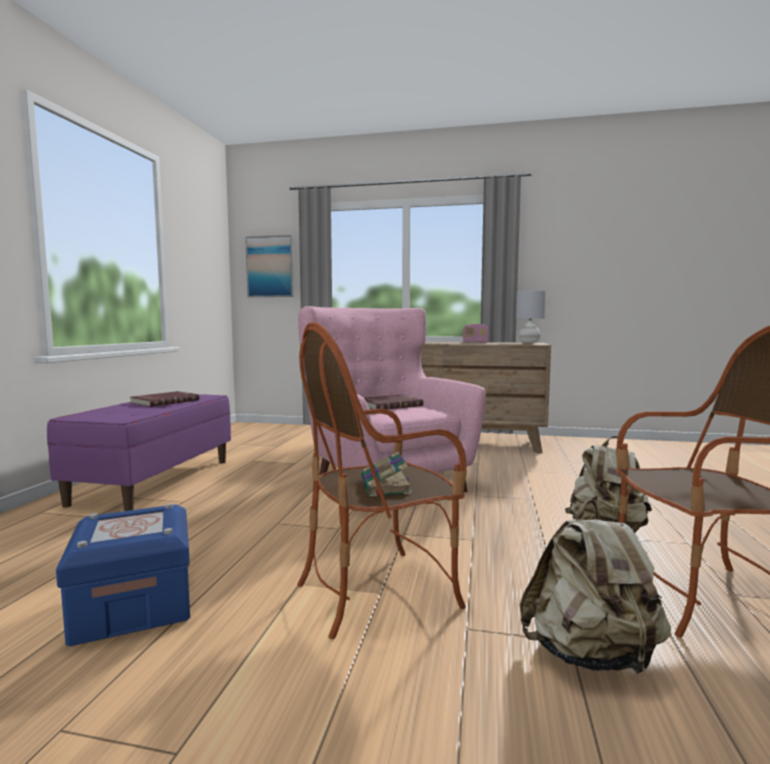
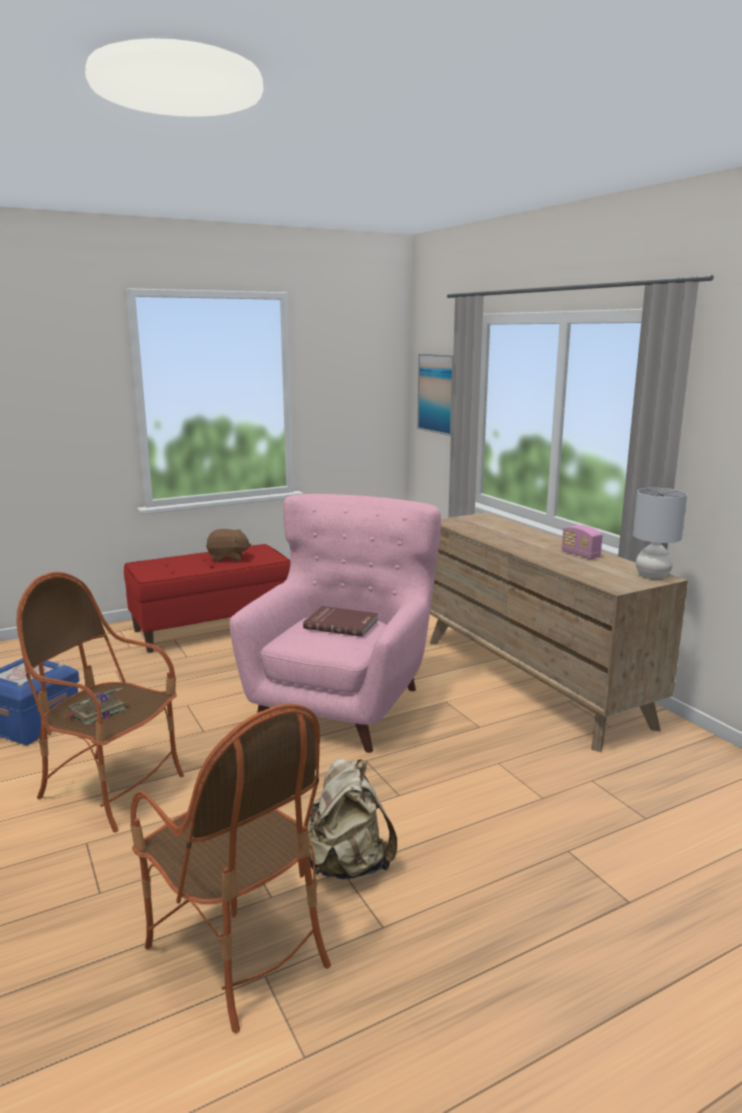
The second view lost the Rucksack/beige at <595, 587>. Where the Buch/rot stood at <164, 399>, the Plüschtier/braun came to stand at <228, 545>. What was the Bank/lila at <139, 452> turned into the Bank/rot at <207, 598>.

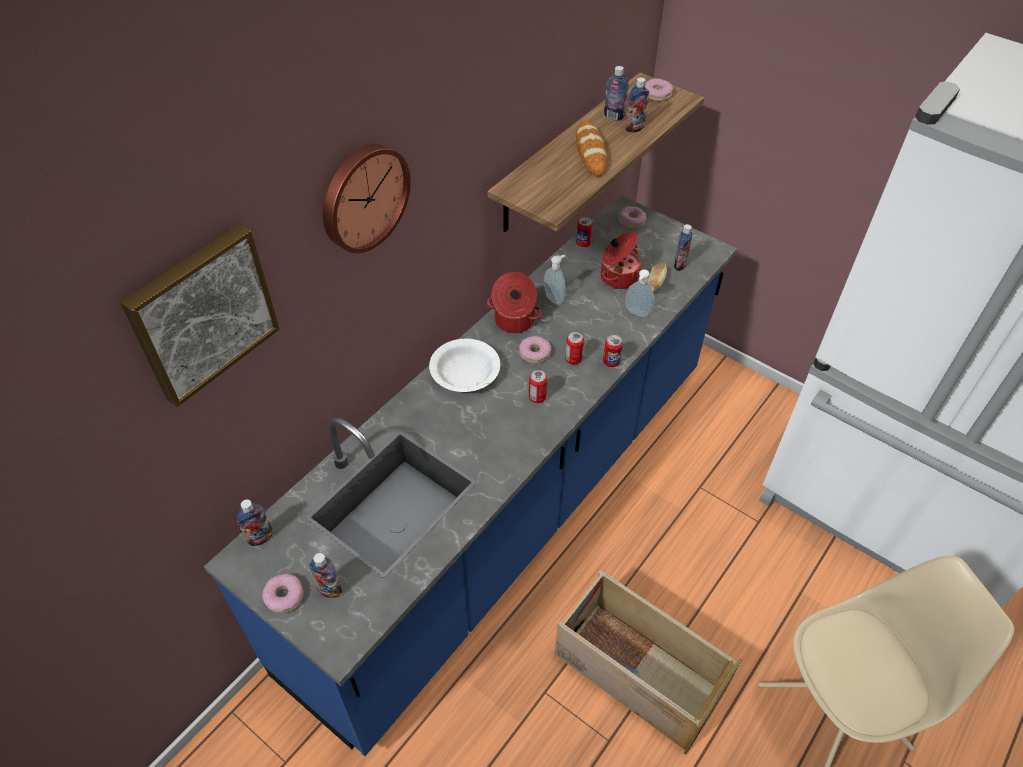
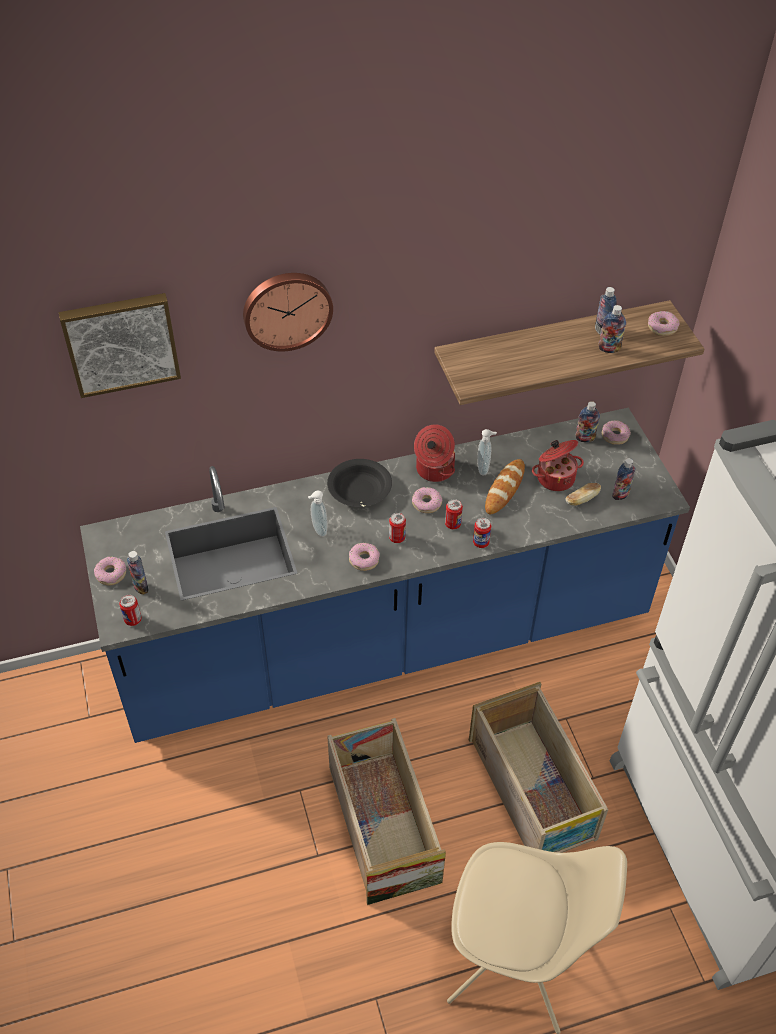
The second view gained the Donut at <364, 557>. The second view gained the Kiste at <538, 767>. The Flasche ended up elsewhere, having gone from <254, 522> to <587, 421>. The Brot ended up elsewhere, having gone from <591, 148> to <505, 486>. The Dose ended up elsewhere, having gone from <584, 232> to <130, 610>. The Seifenspender ended up elsewhere, having gone from <640, 293> to <318, 513>. What was the Schüssel/weiß at <464, 365> turned into the Schüssel/schwarz at <359, 483>.

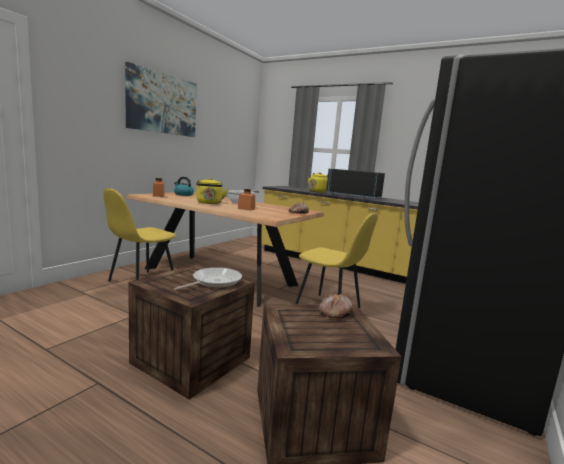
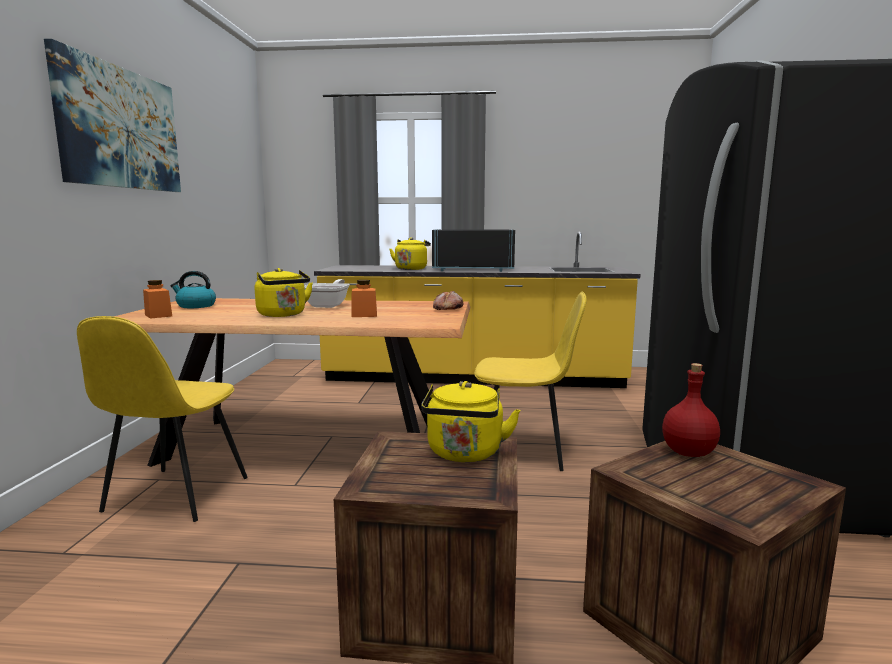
Where the Pfanne stood at <208, 278>, the Wasserkessel/gelb came to stand at <470, 421>. Where the Brot stood at <336, 305>, the Flasche/rot came to stand at <691, 410>.

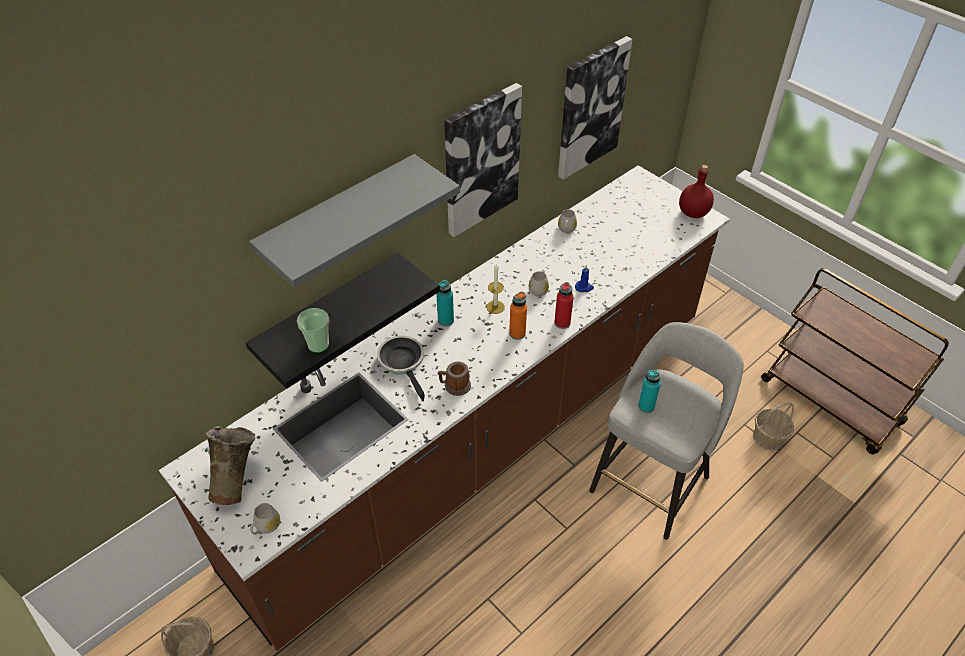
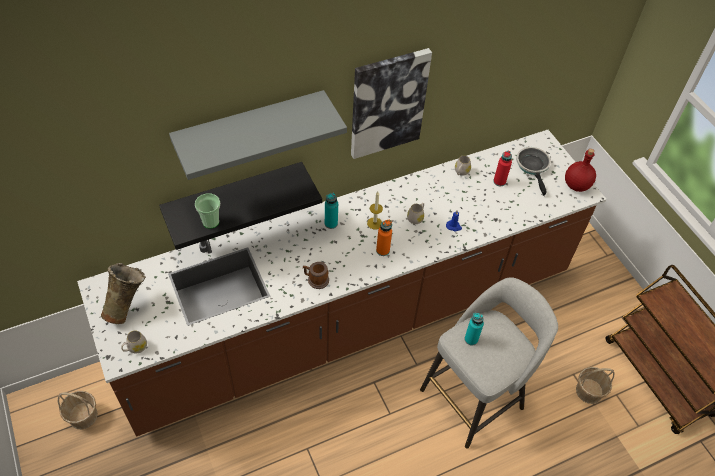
The second view lost the Bild at <595, 108>. The Pfanne ended up elsewhere, having gone from <401, 368> to <533, 171>. The Flasche/rot ended up elsewhere, having gone from <564, 305> to <502, 168>.

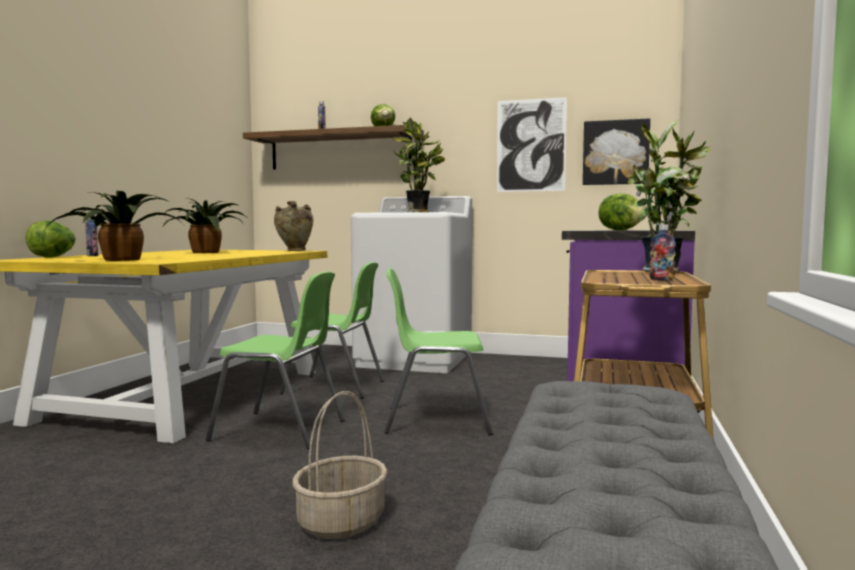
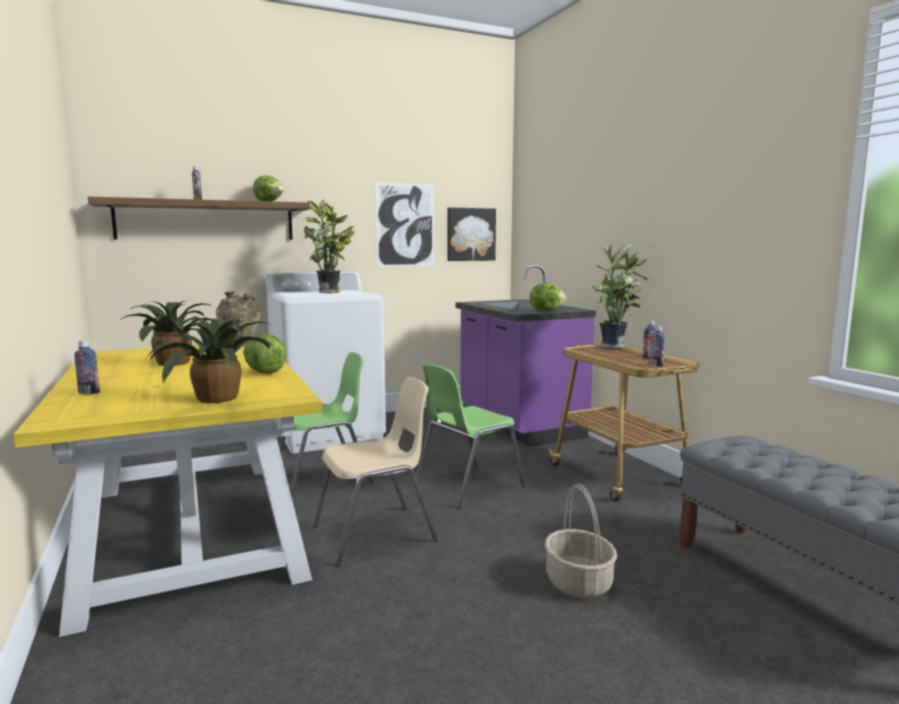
The second view gained the Flasche at <657, 346>. The Salatkopf ended up elsewhere, having gone from <50, 239> to <264, 354>. What was the Stuhl/grün at <275, 360> turned into the Stuhl/beige at <375, 471>.

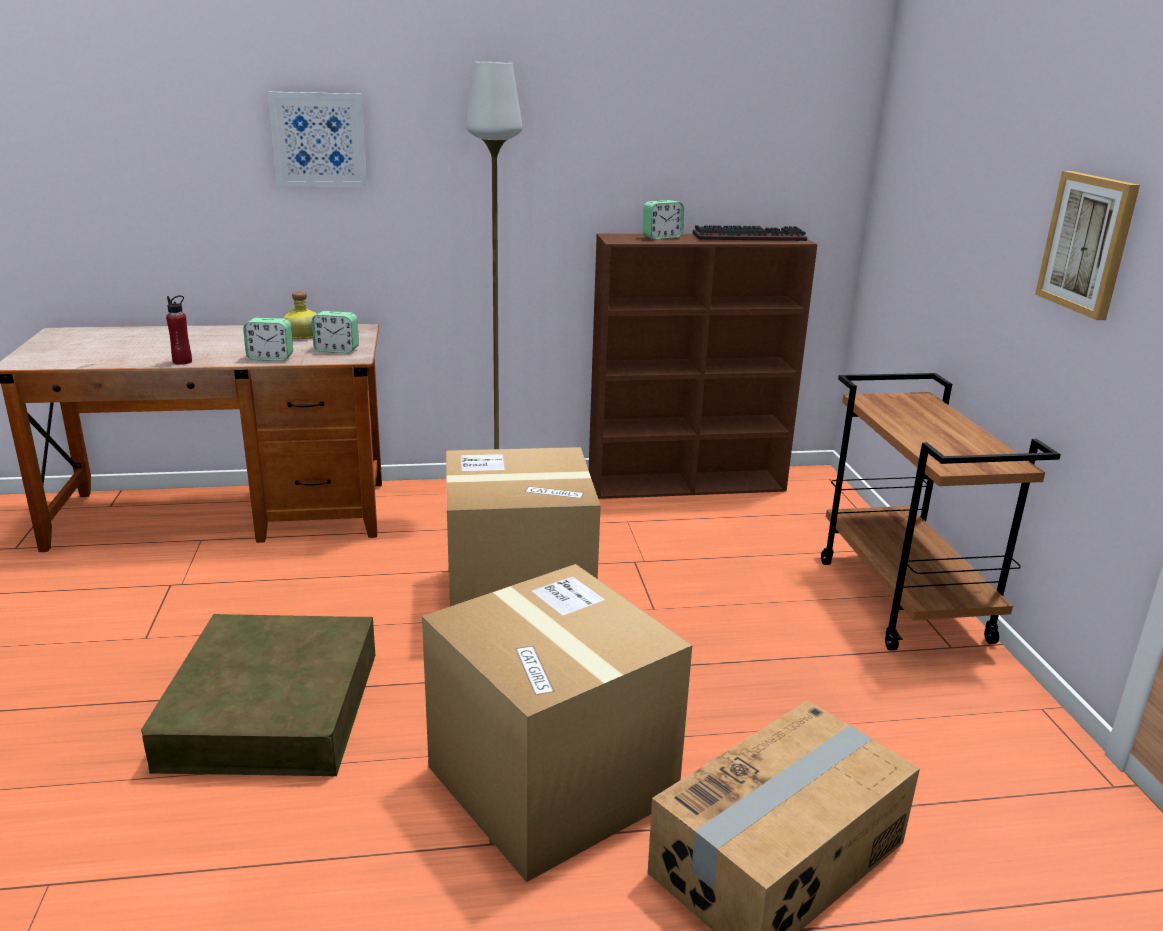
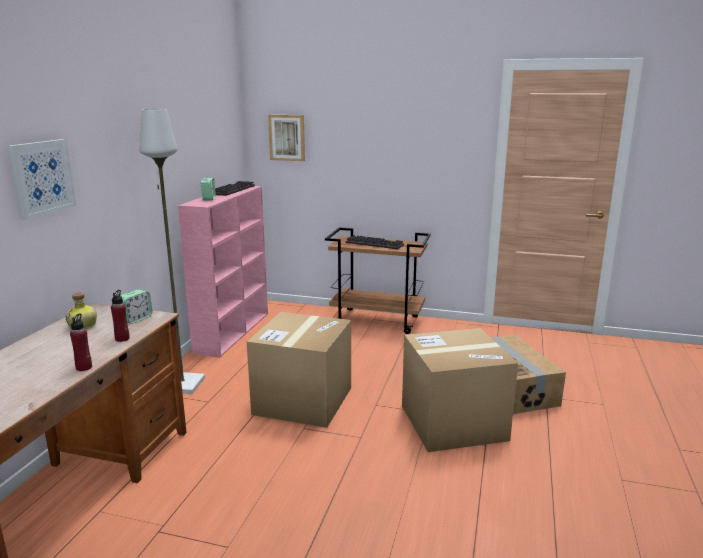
The second view lost the Aufbewahrungsbox/braun at <258, 695>. The second view gained the Tastatur at <375, 242>. The Bild ended up elsewhere, having gone from <1087, 245> to <286, 138>. Where the Wecker stood at <268, 339>, the Flasche/rot came to stand at <120, 316>. What was the Bücherregal/braun at <703, 366> turned into the Bücherregal/rosa at <223, 271>.

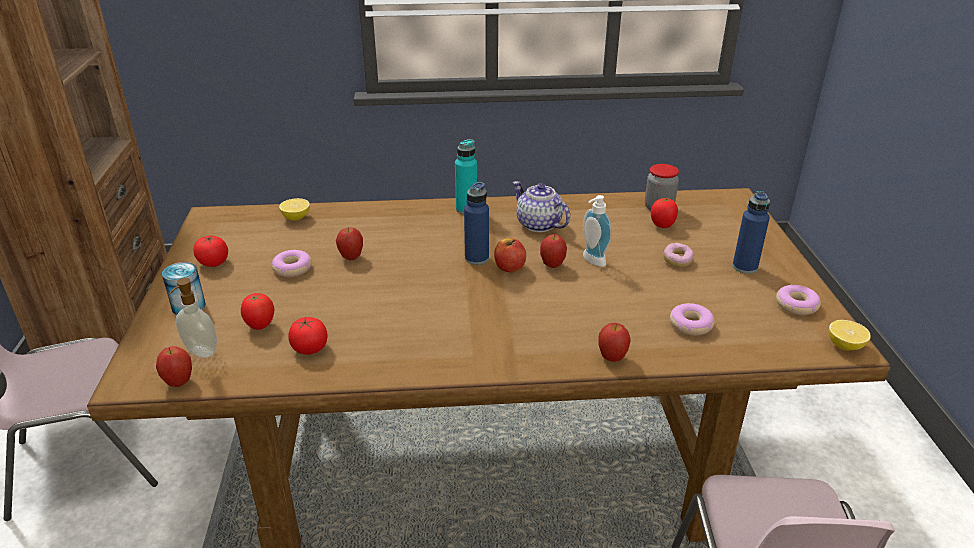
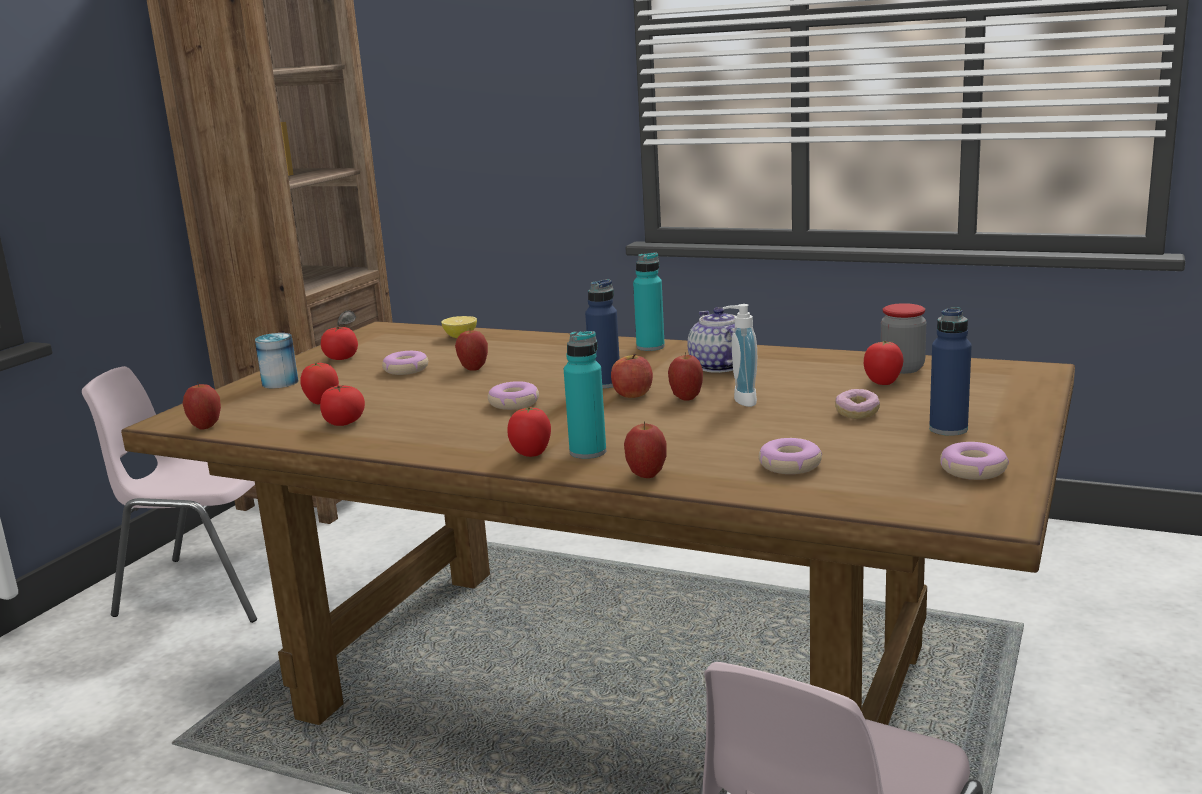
The second view lost the Seifenspender at <193, 318>. The second view lost the Zitrone at <850, 335>. The second view gained the Donut at <513, 395>. The second view gained the Tomate at <529, 432>. The second view gained the Flasche/türkis at <585, 395>.

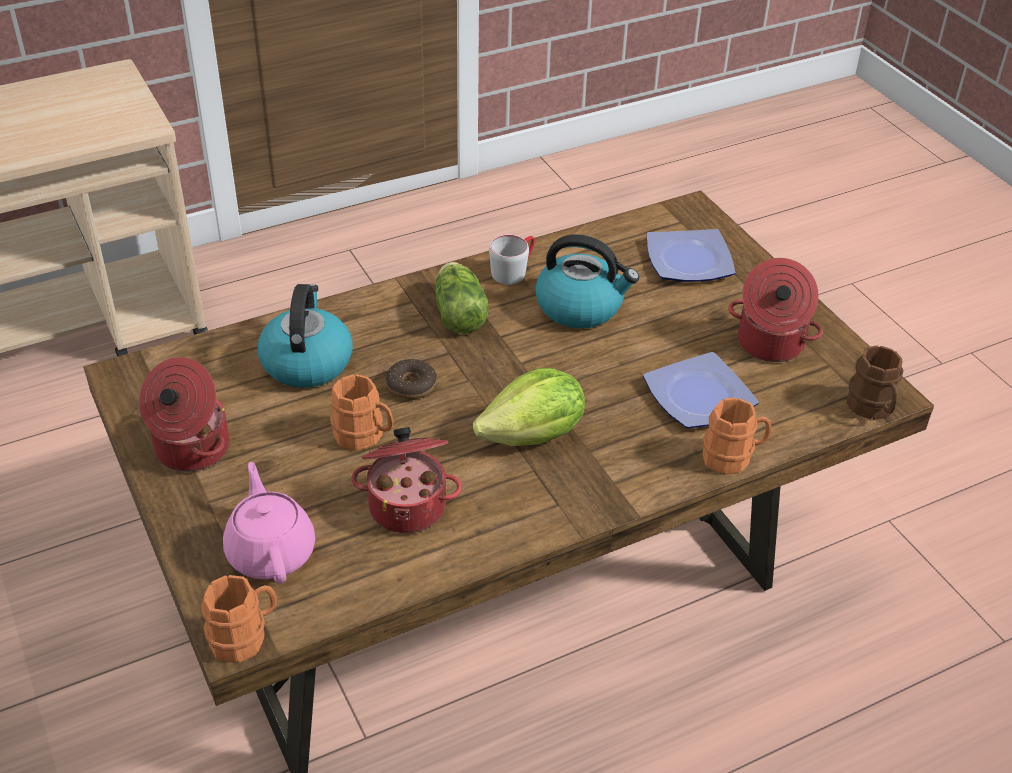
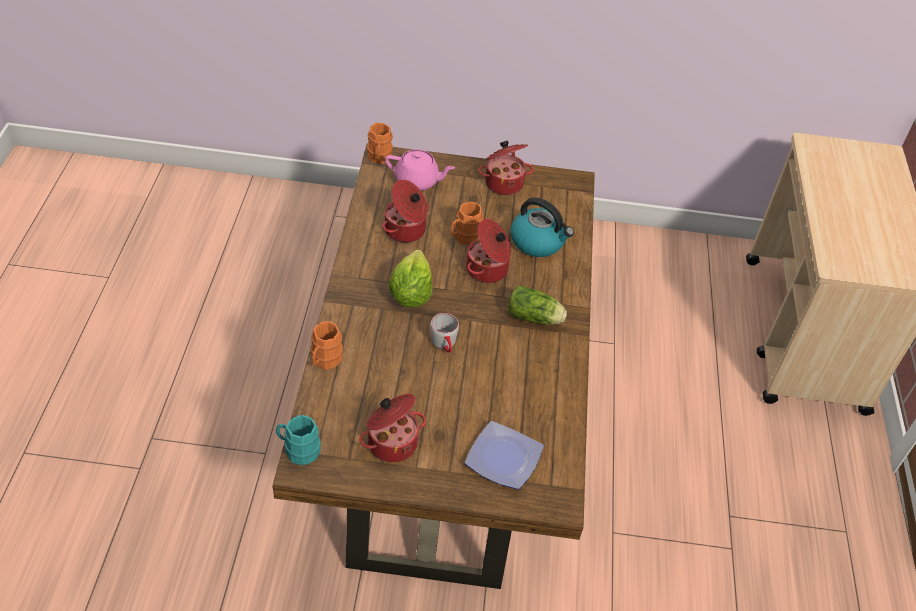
The second view lost the Wasserkessel at <587, 281>. The second view lost the Teller at <701, 390>. The Henkelbecher/grau ended up elsewhere, having gone from <512, 260> to <444, 333>. Where the Donut stood at <411, 379>, the Kochtopf came to stand at <488, 251>. What was the Henkelbecher/braun at <875, 382> turned into the Henkelbecher/türkis at <298, 440>.

